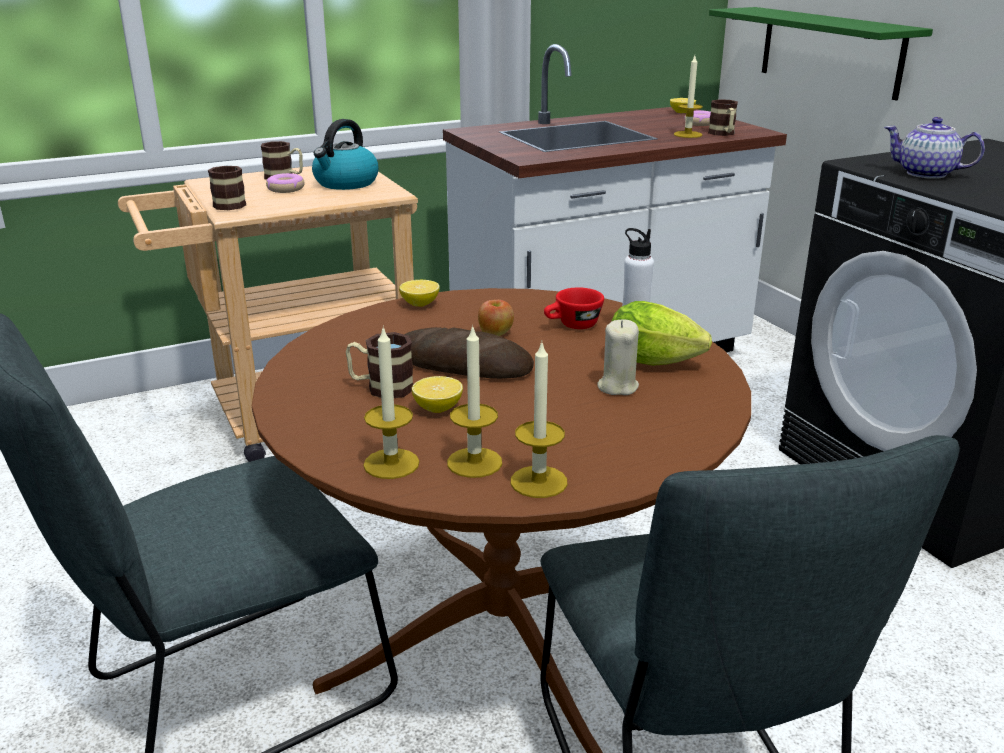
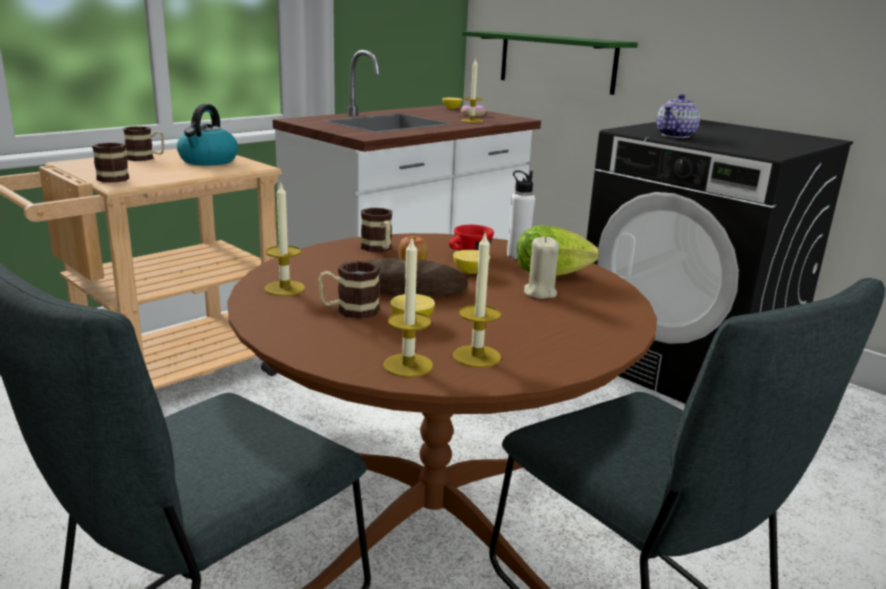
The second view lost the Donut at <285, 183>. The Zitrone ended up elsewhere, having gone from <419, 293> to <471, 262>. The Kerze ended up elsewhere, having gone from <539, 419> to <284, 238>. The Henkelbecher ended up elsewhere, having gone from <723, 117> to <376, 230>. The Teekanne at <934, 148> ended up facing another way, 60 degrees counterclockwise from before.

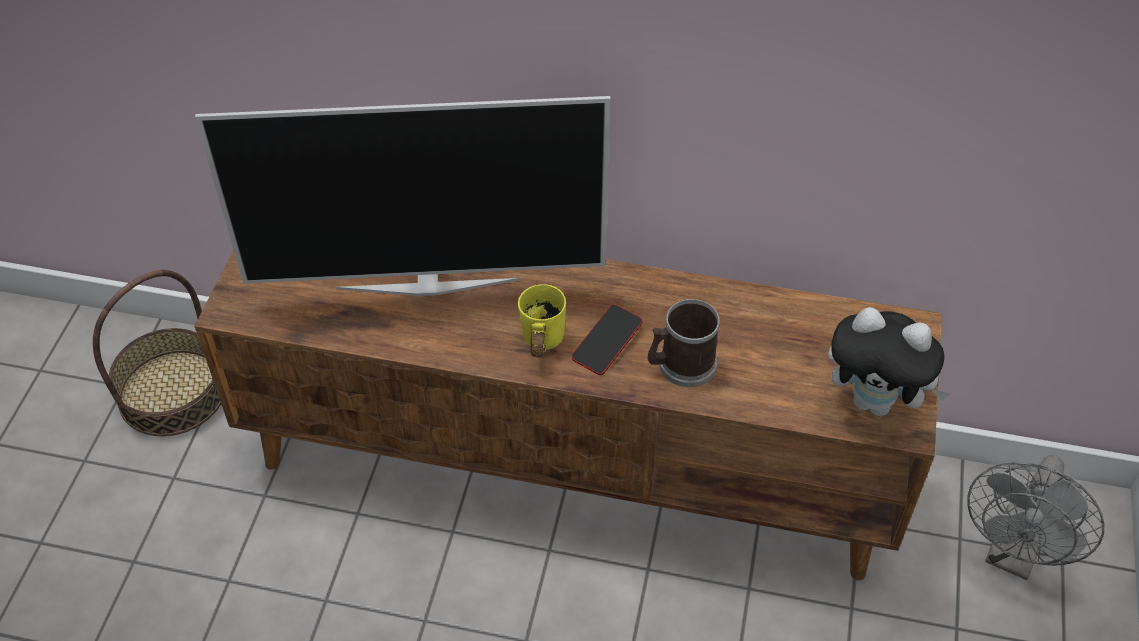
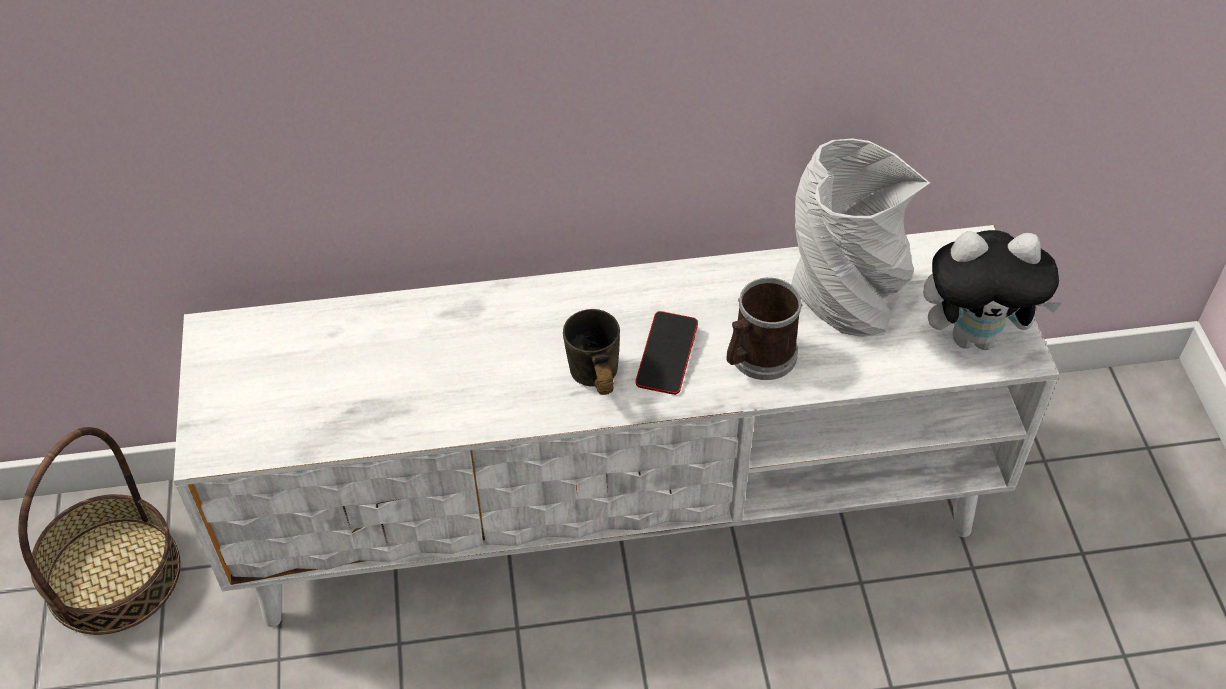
The second view lost the Fernseher at <402, 196>. The second view lost the Ventilator/grau at <1035, 517>. The second view gained the Vase/grau at <860, 238>. What was the Fernsehschrank/braun at <568, 415> turned into the Fernsehschrank/weiß at <616, 426>. What was the Henkelbecher/gelb at <542, 321> turned into the Henkelbecher/grau at <591, 352>.

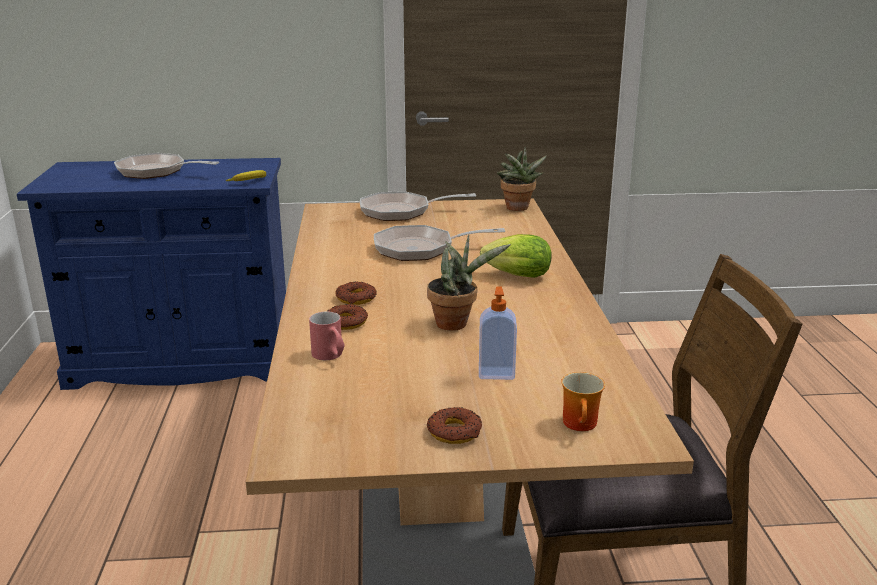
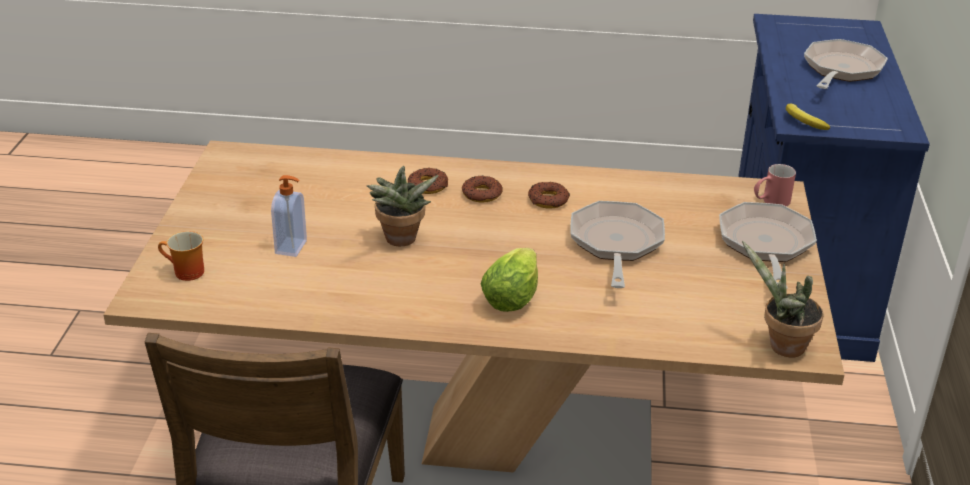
The Henkelbecher/rot ended up elsewhere, having gone from <327, 335> to <775, 185>. The Donut ended up elsewhere, having gone from <454, 425> to <549, 195>.

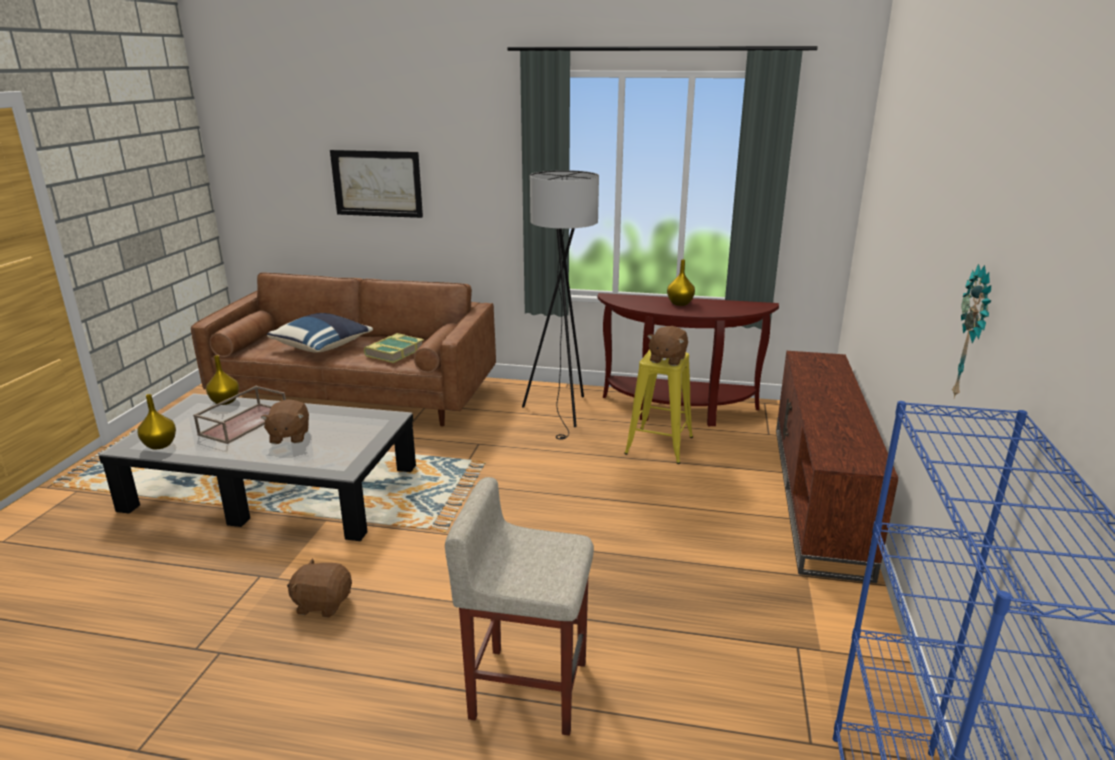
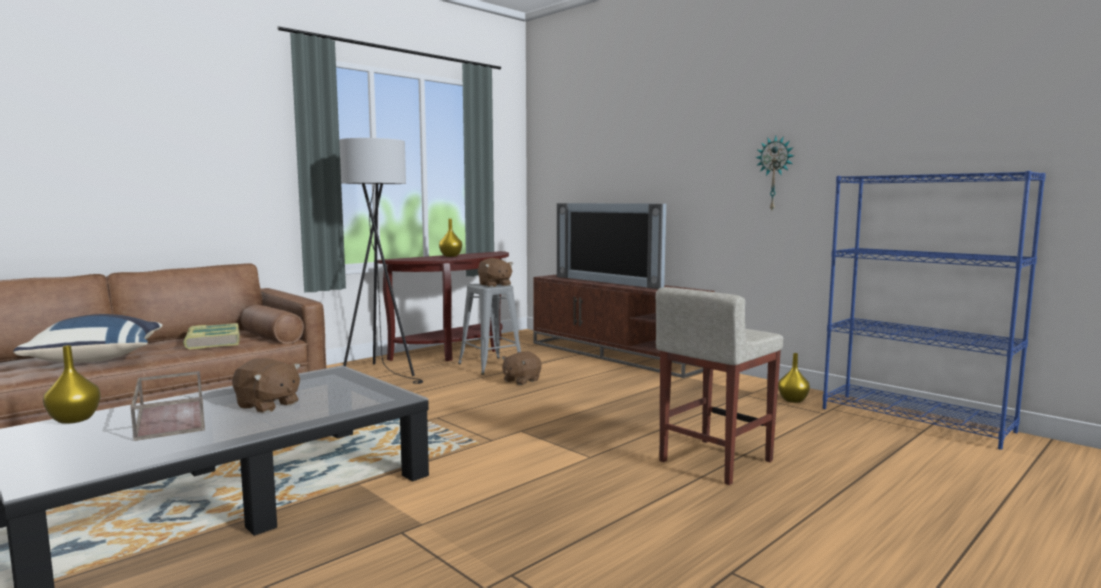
The second view lost the Bild at <376, 184>. The second view gained the Fernseher at <611, 246>. The Vase/gelb ended up elsewhere, having gone from <156, 421> to <794, 378>. The Plüschtier/braun ended up elsewhere, having gone from <319, 588> to <522, 368>. What was the Hocker/gelb at <658, 406> turned into the Hocker/grau at <489, 329>.

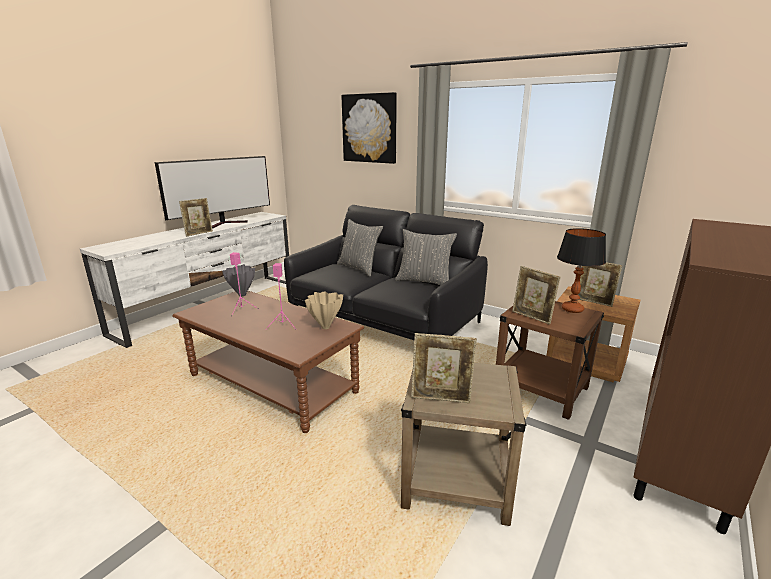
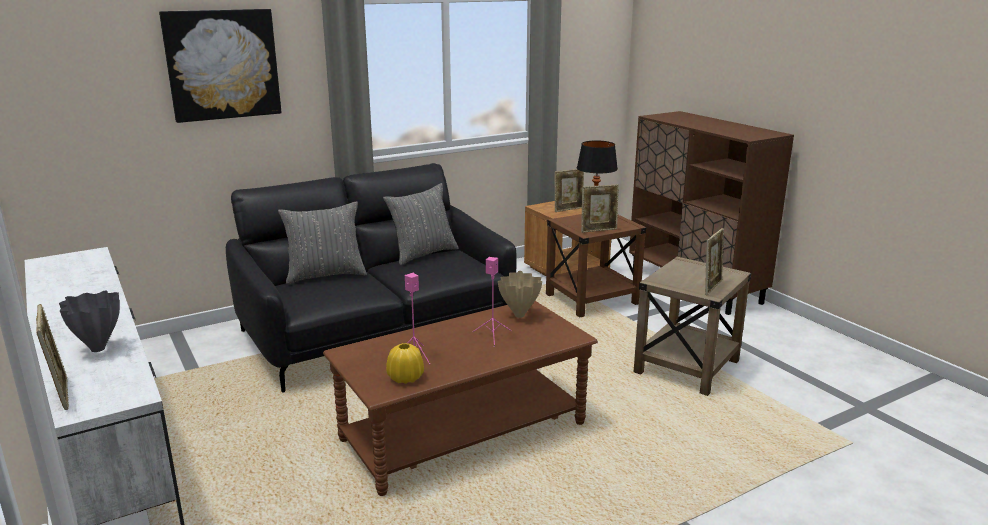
The second view lost the Fernseher at <212, 192>. The second view gained the Vase/gelb at <405, 363>. The Bilderrahmen ended up elsewhere, having gone from <196, 217> to <52, 357>. The Vase/grau ended up elsewhere, having gone from <238, 280> to <89, 321>.

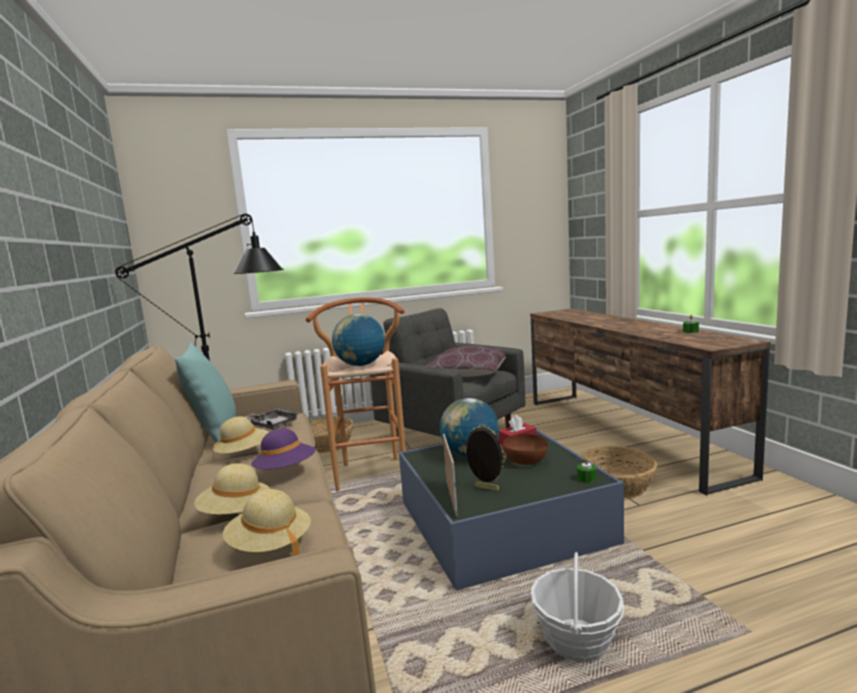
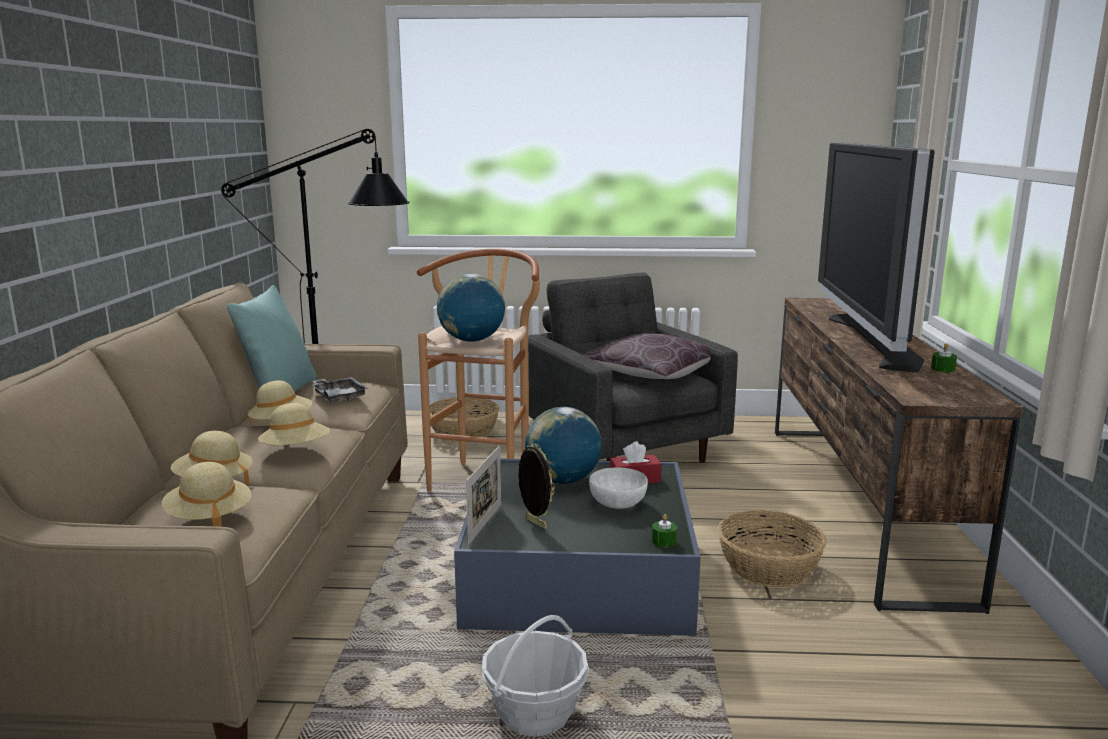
The second view gained the Fernseher at <876, 257>. What was the Hut/lila at <283, 448> turned into the Hut/beige at <294, 424>. What was the Schüssel/braun at <525, 449> turned into the Schüssel/weiß at <618, 488>.

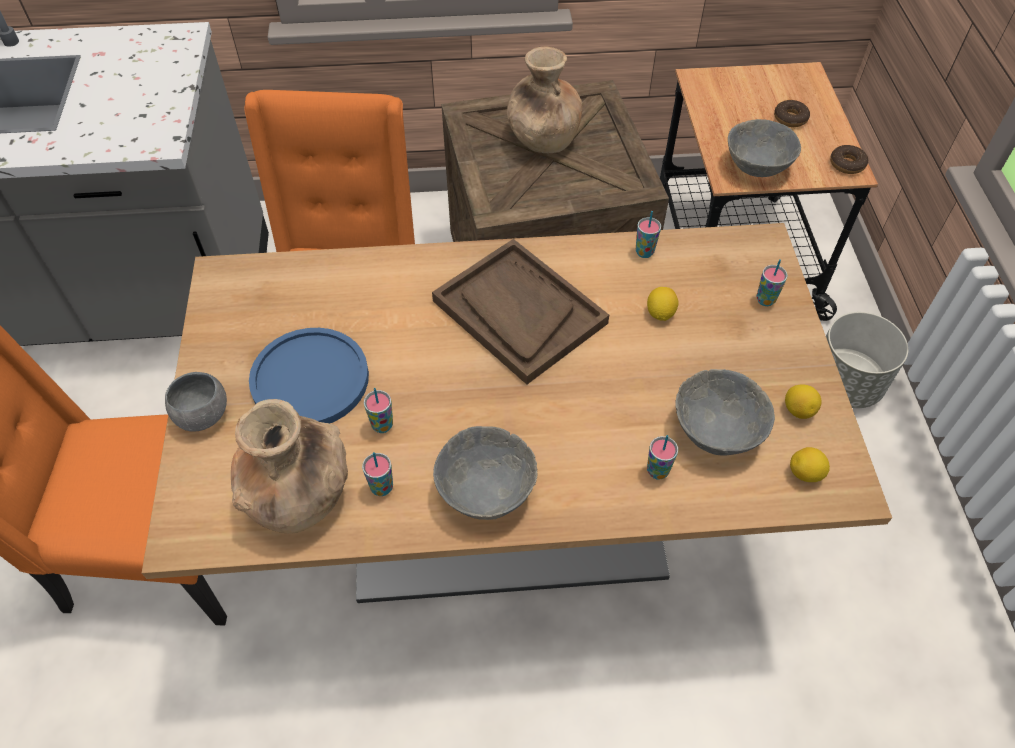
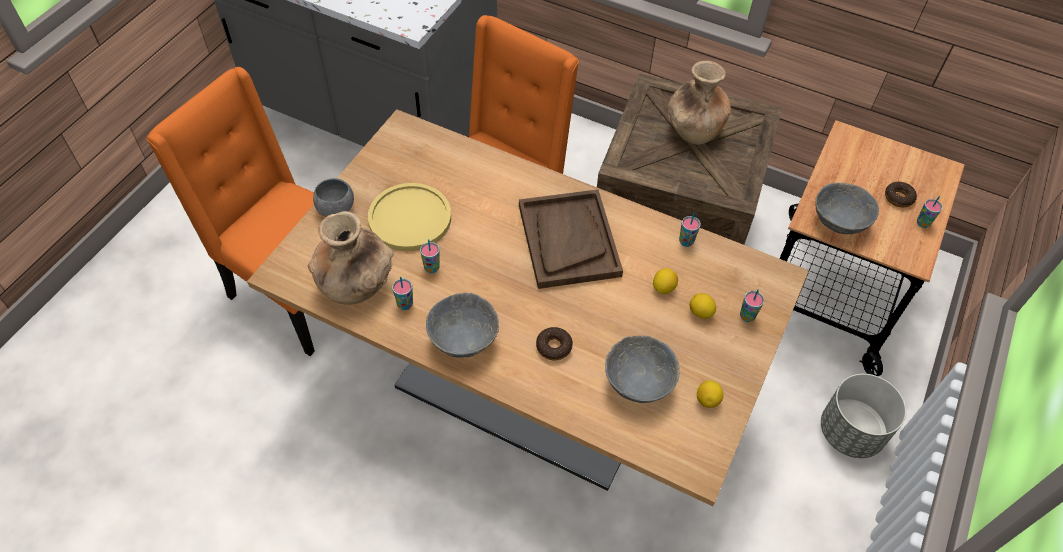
The Tasse ended up elsewhere, having gone from <662, 457> to <930, 212>. The Zitrone ended up elsewhere, having gone from <810, 464> to <703, 306>. The Donut ended up elsewhere, having gone from <849, 159> to <554, 344>. What was the Teller/blau at <309, 376> turned into the Teller/gelb at <409, 217>.

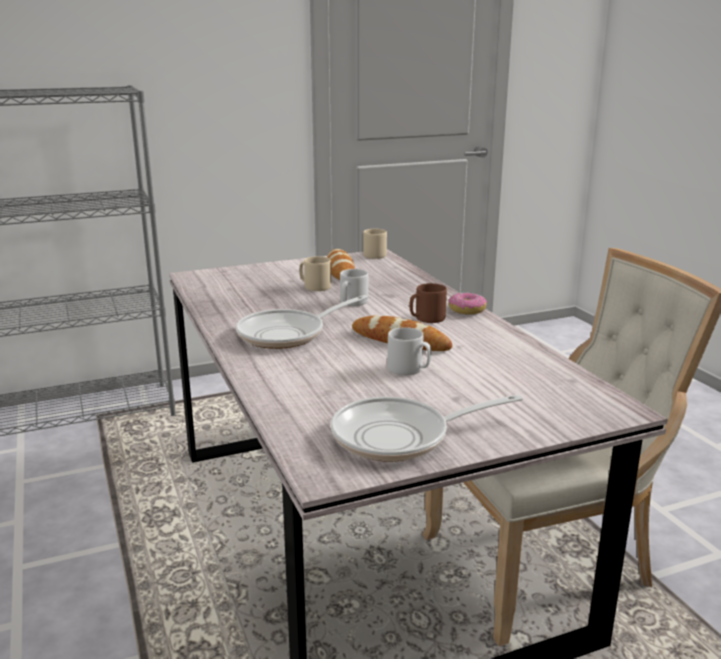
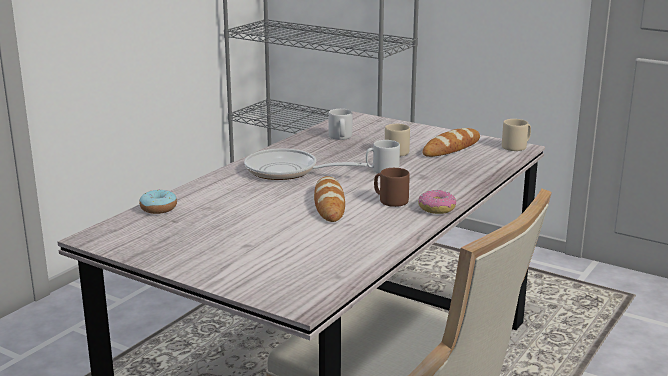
The second view lost the Pfanne at <427, 428>. The second view gained the Donut at <158, 201>. The Henkelbecher/grau ended up elsewhere, having gone from <409, 351> to <340, 124>.

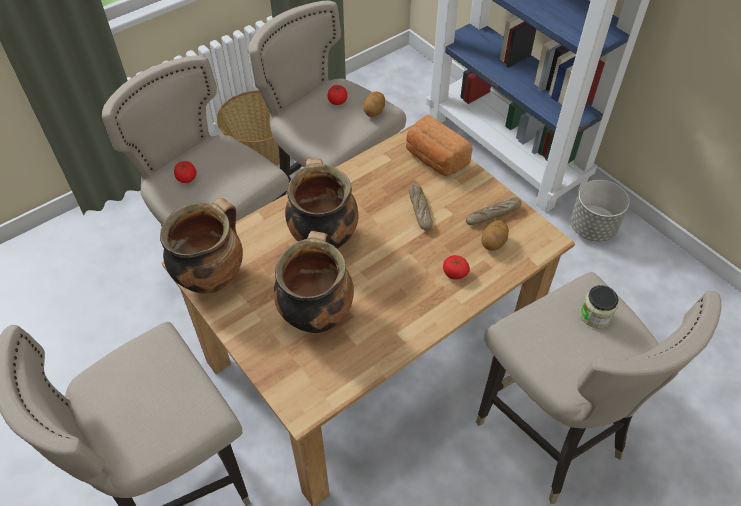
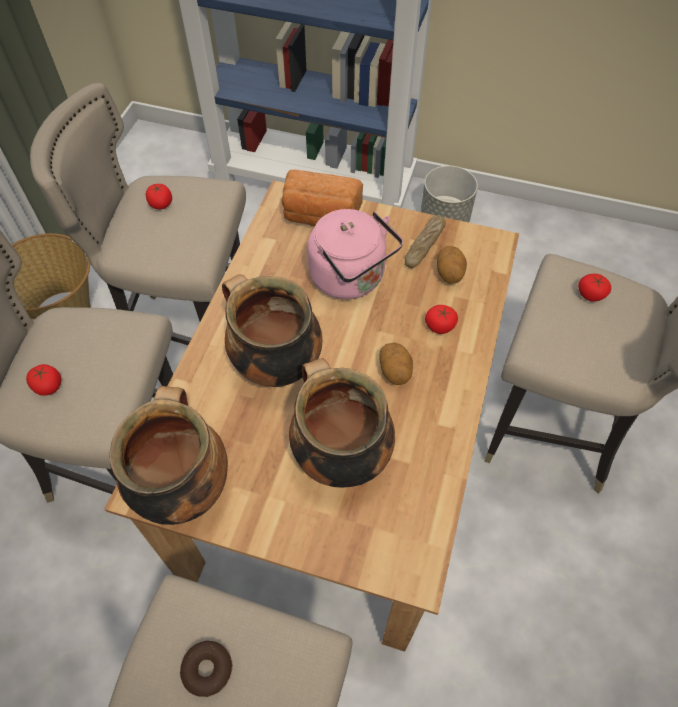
The second view gained the Donut at <206, 669>. The Kartoffel ended up elsewhere, having gone from <374, 104> to <396, 364>. Where the Brot stood at <421, 208>, the Wasserkessel/rosa came to stand at <355, 254>. Where the Vorratsglas stood at <599, 306>, the Tomate came to stand at <594, 288>.

